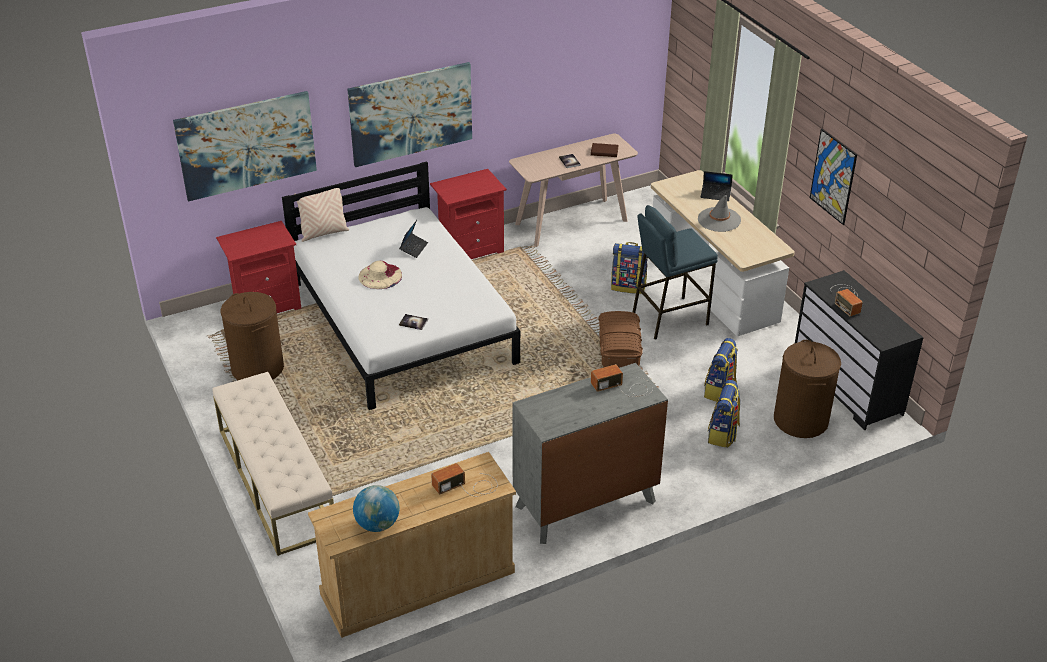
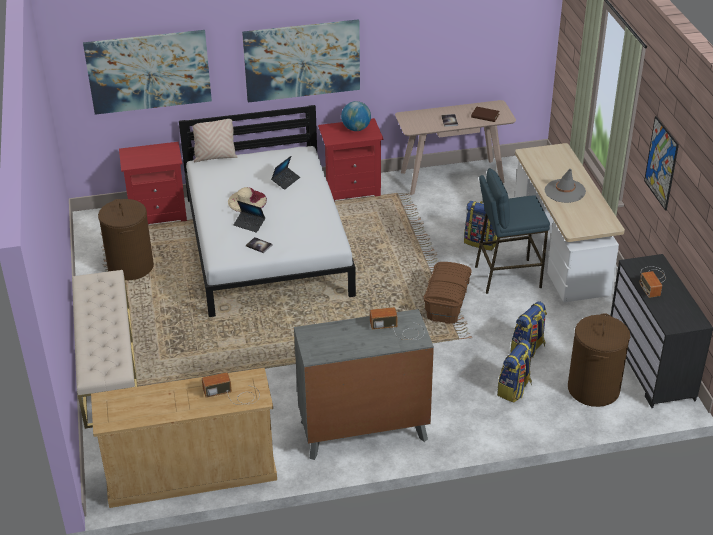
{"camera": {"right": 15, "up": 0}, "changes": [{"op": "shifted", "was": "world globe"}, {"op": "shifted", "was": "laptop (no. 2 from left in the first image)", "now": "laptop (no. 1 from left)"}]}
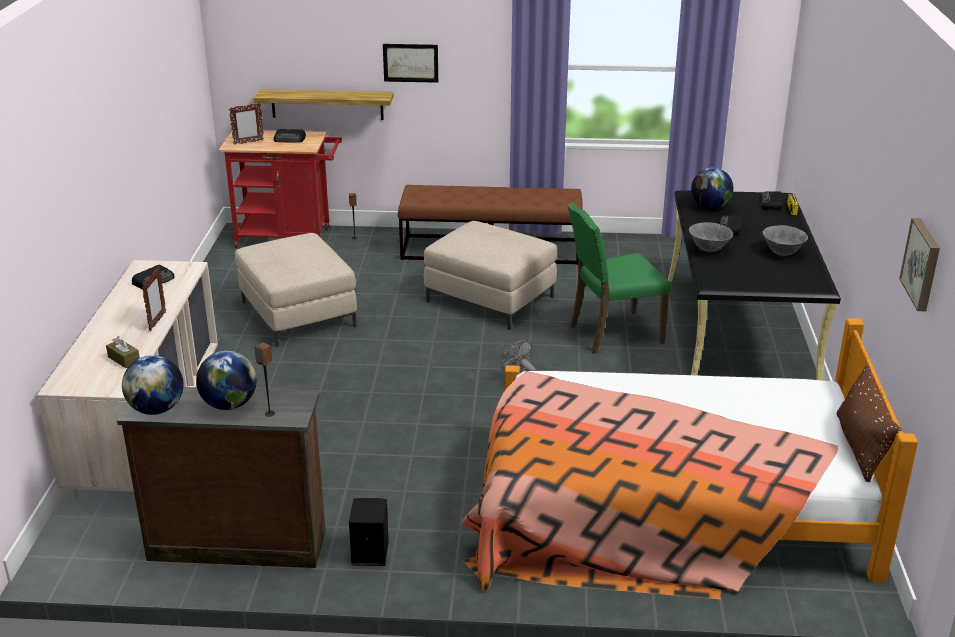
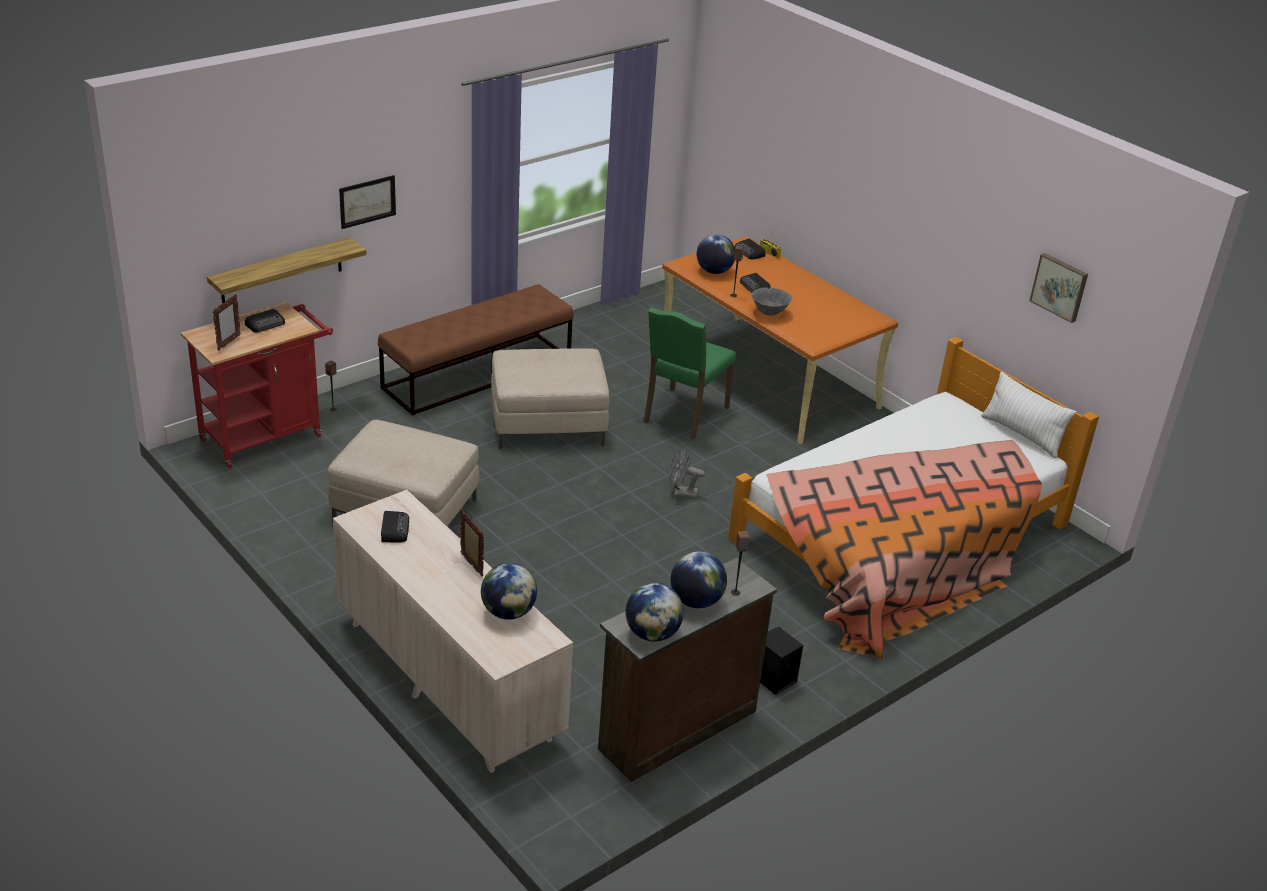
{"camera": {"right": -45, "up": 5}, "changes": [{"op": "gone", "was": "deep dish/greyish (no. 2 from left)"}, {"op": "swapped", "was": "tissue box/brownish", "now": "world globe (no. 1 from left)"}, {"op": "repainted", "was": "desk table/black-coloured", "now": "desk table/orange-coloured"}, {"op": "repainted", "was": "throw pillow/brownish", "now": "throw pillow/white-coloured"}]}
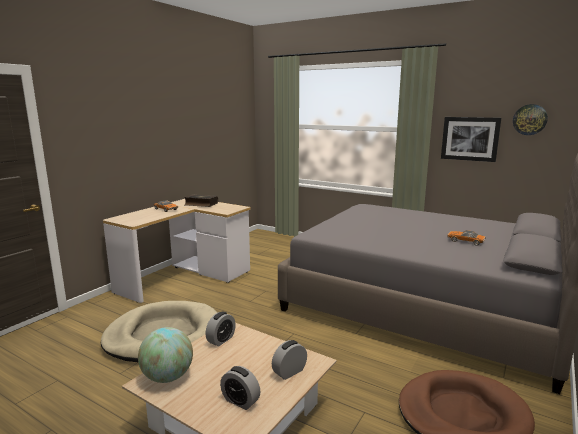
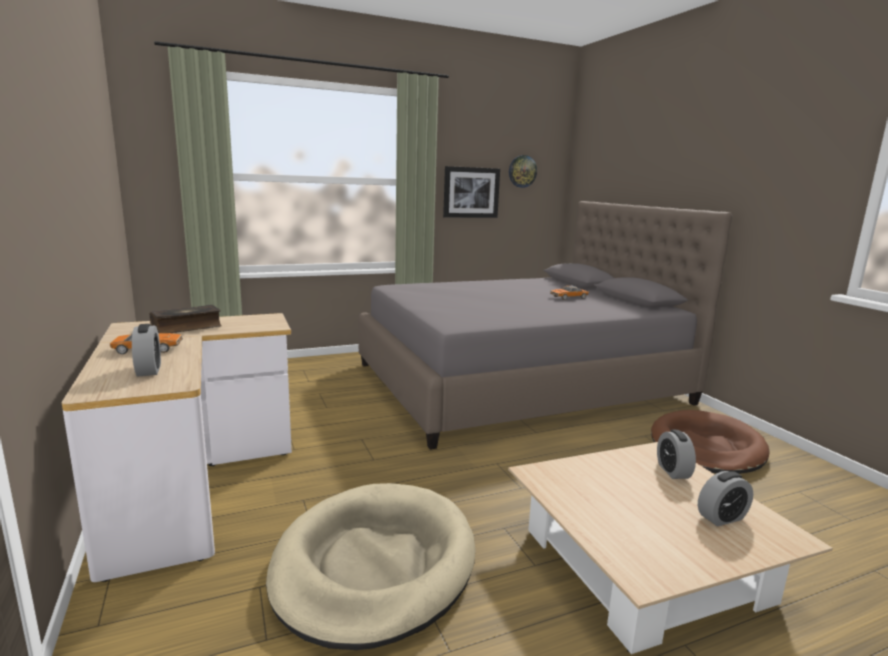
{"camera": {"right": -55, "up": 0}, "changes": [{"op": "gone", "was": "world globe"}, {"op": "shifted", "was": "alarm clock (no. 1 from left)"}]}
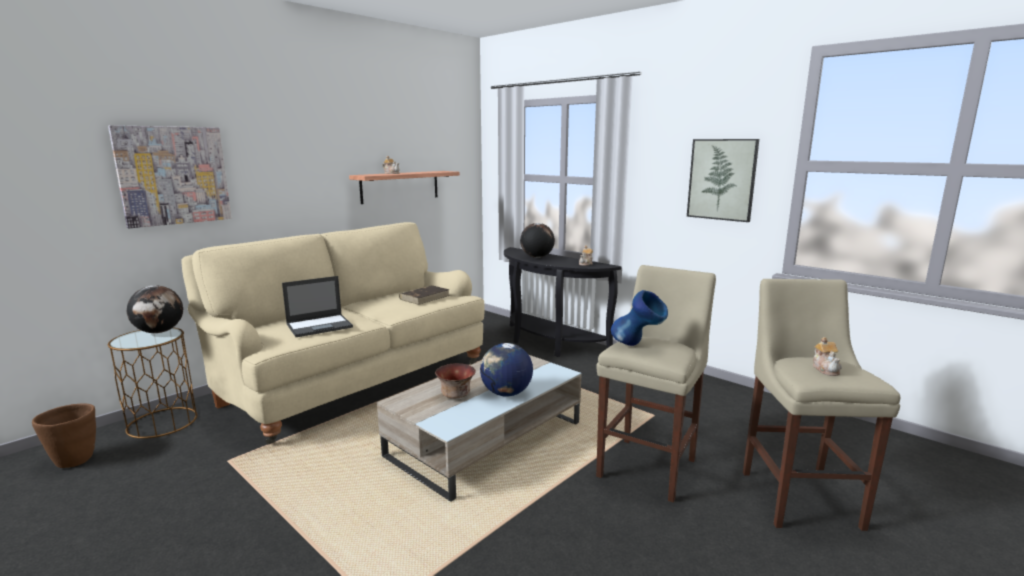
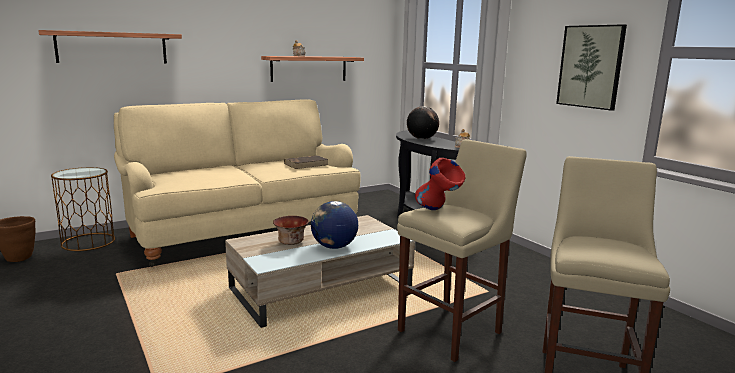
{"camera": {"right": 15, "up": 0}, "changes": [{"op": "gone", "was": "world globe (no. 1 from left)"}, {"op": "gone", "was": "laptop"}, {"op": "gone", "was": "teapot (no. 3 from left)"}, {"op": "swapped", "was": "wall art (no. 1 from left)", "now": "bracket shelf (no. 1 from left)"}, {"op": "repainted", "was": "vase/blue", "now": "vase/reddish"}]}
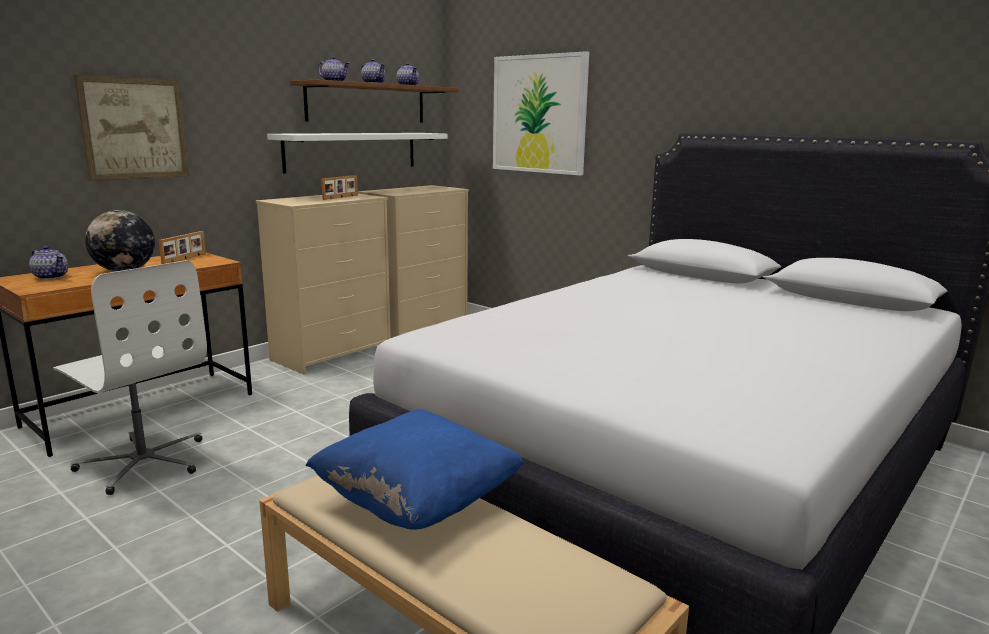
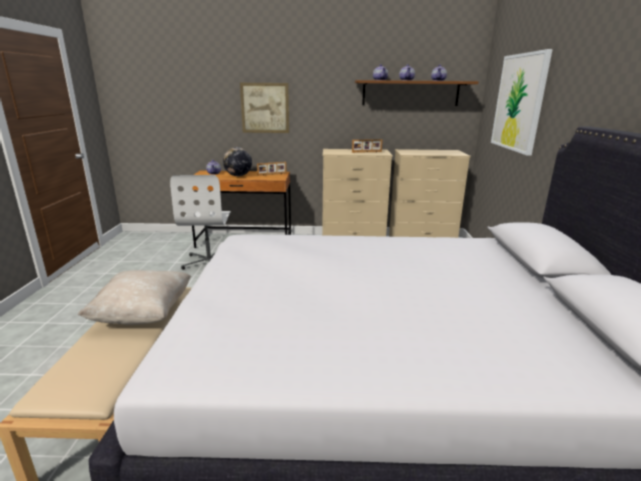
{"camera": {"right": 50, "up": 5}, "changes": [{"op": "gone", "was": "bracket shelf/white-coloured"}, {"op": "repainted", "was": "throw pillow/blue", "now": "throw pillow/sand-coloured"}]}
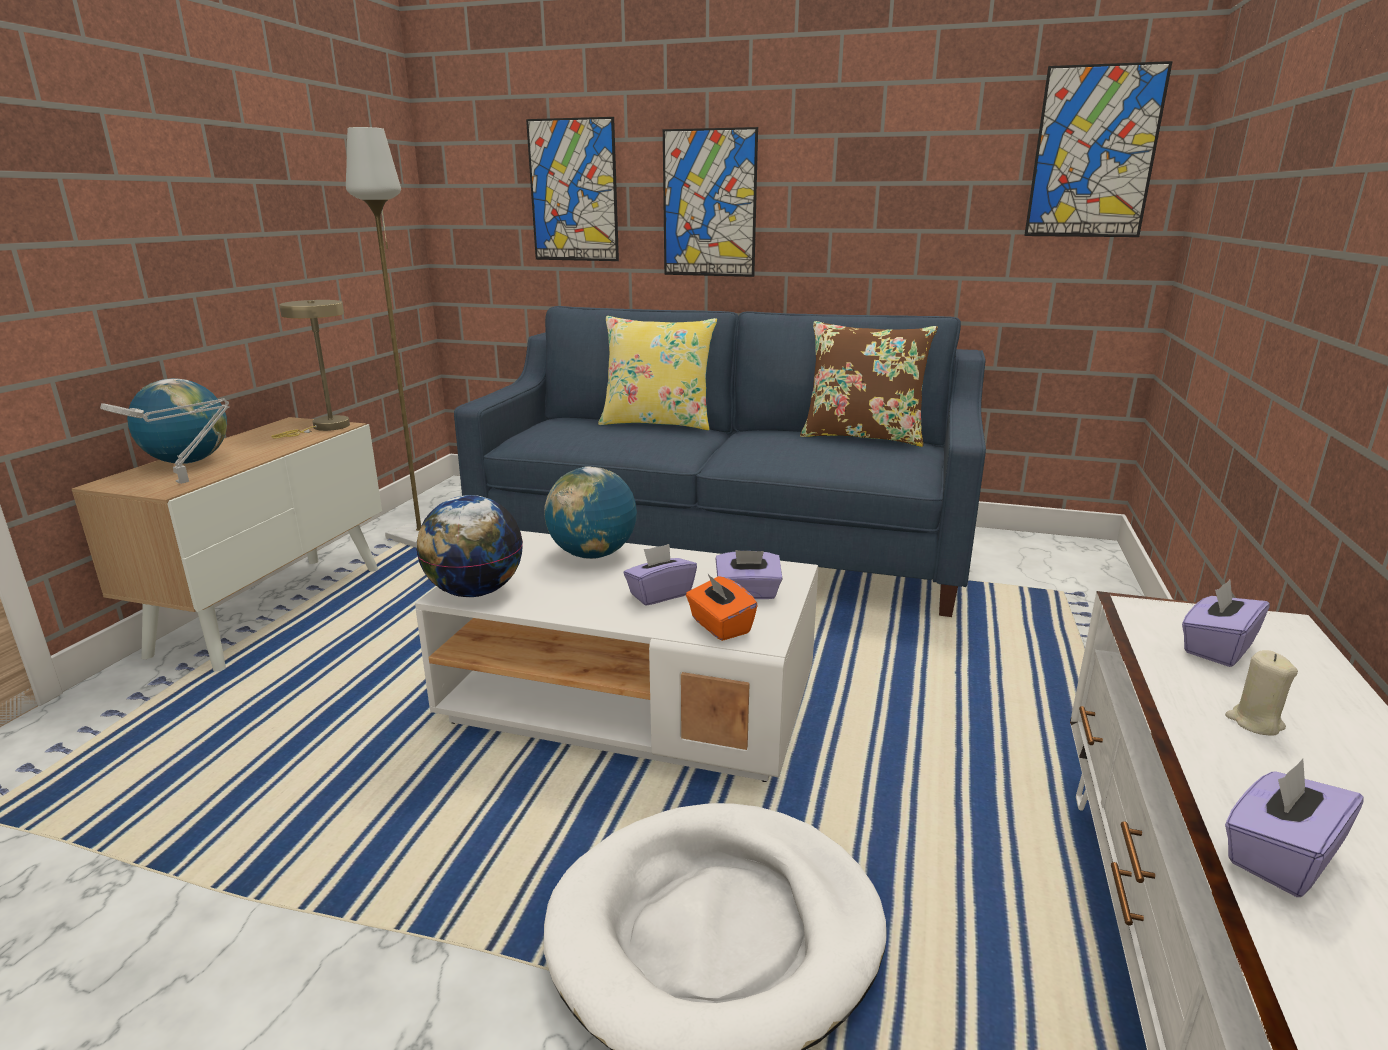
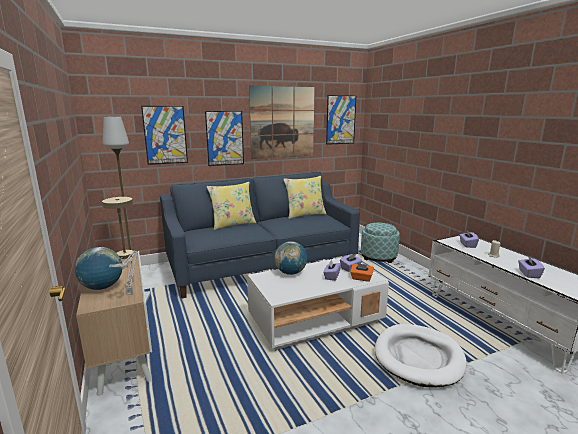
{"camera": {"right": -40, "up": -5}, "changes": [{"op": "gone", "was": "world globe (no. 2 from left)"}, {"op": "new", "now": "wall art (no. 3 from left)"}, {"op": "new", "now": "ottoman"}, {"op": "repainted", "was": "throw pillow/brownish", "now": "throw pillow/yellowish (no. 2 from left)"}]}
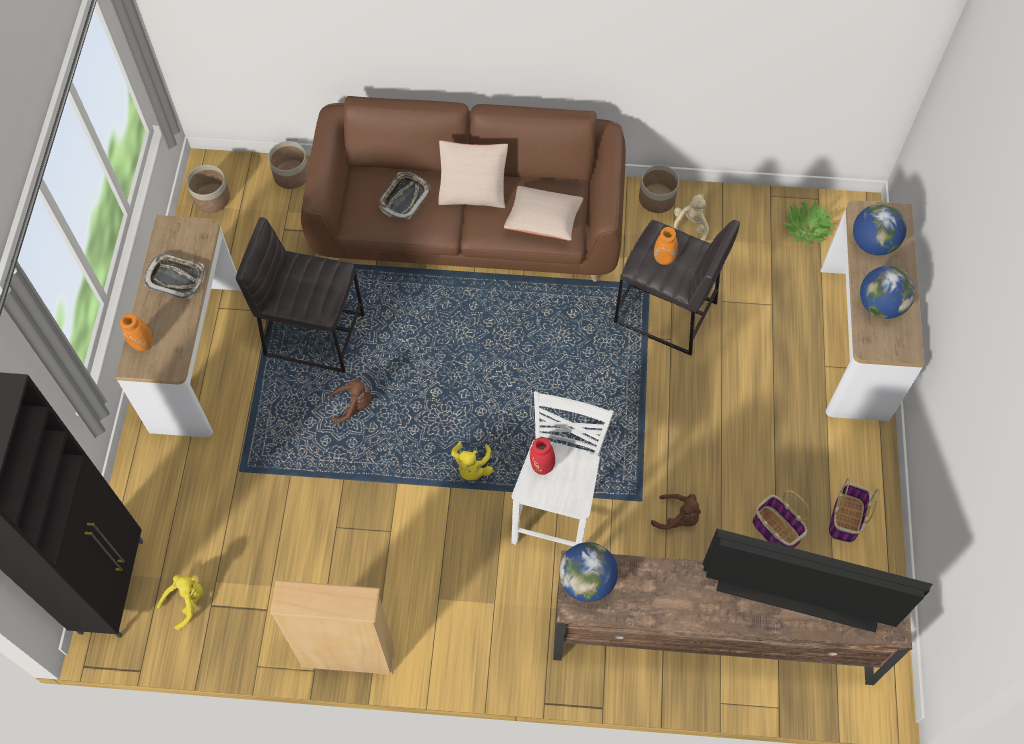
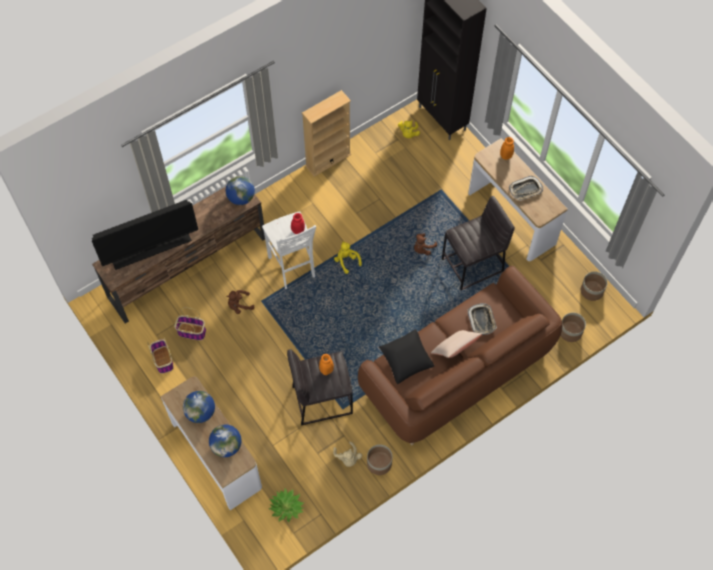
{"camera": {"right": 140, "up": 0}, "changes": [{"op": "repainted", "was": "throw pillow/sand-coloured (no. 2 from left)", "now": "throw pillow/black-coloured"}]}
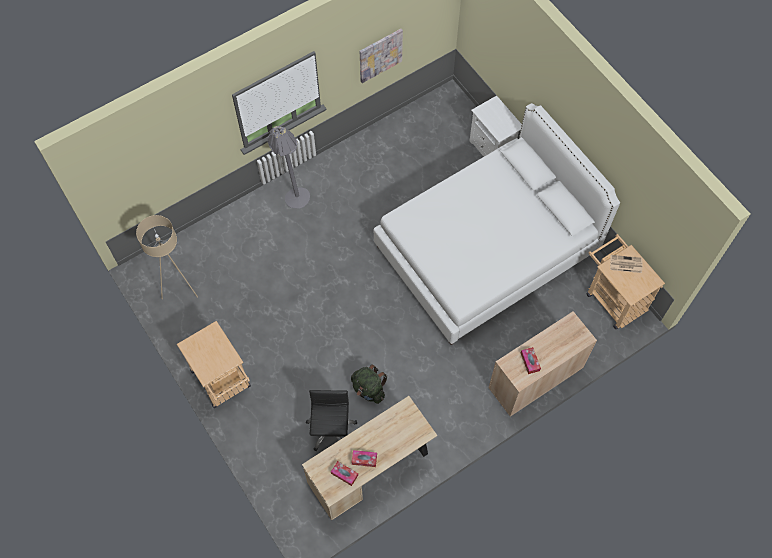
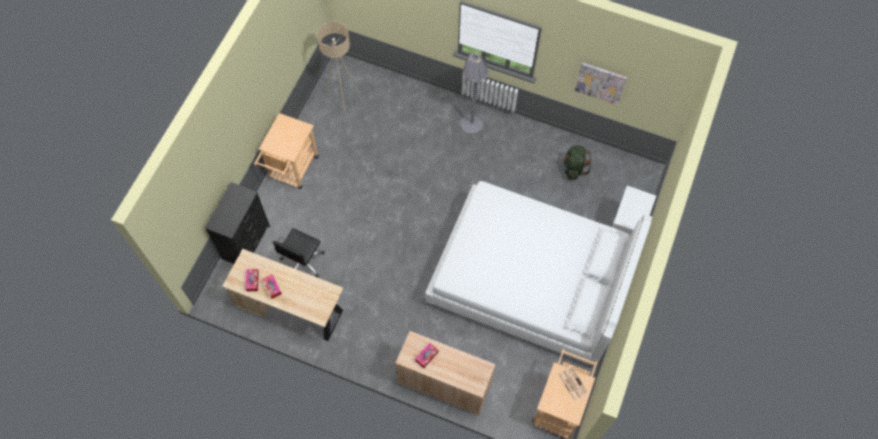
{"camera": {"right": 55, "up": 0}, "changes": [{"op": "new", "now": "drawer chest/black-coloured"}, {"op": "shifted", "was": "backpack/green-coloured"}, {"op": "rotated", "was": "office chair/black-coloured", "clockwise": 150}]}
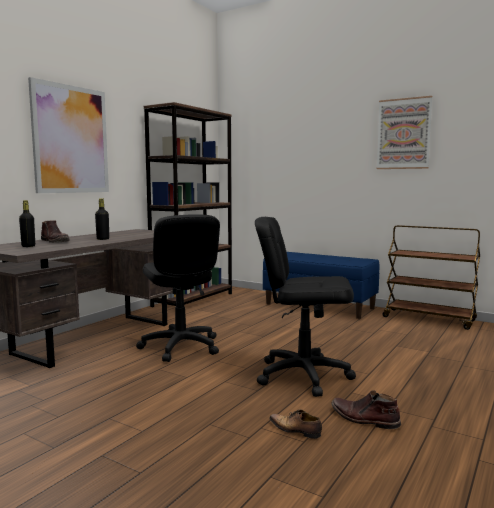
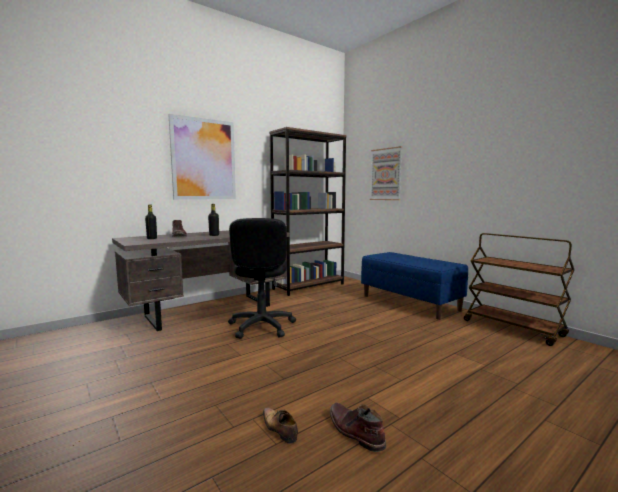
{"camera": {"right": 20, "up": 0}, "changes": [{"op": "gone", "was": "office chair/black-coloured (no. 2 from left)"}, {"op": "shifted", "was": "wall art (no. 2 from left)"}]}
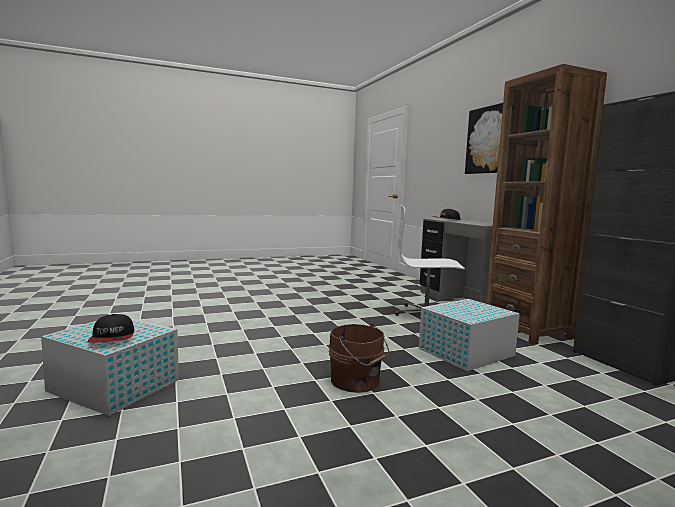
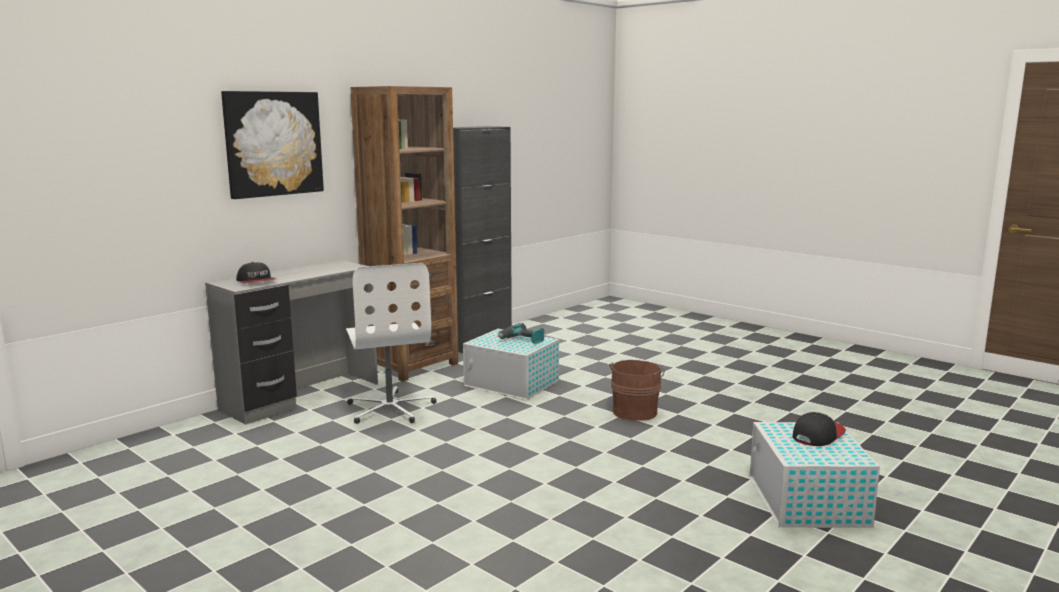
{"camera": {"right": -115, "up": 5}, "changes": [{"op": "new", "now": "power drill"}]}
